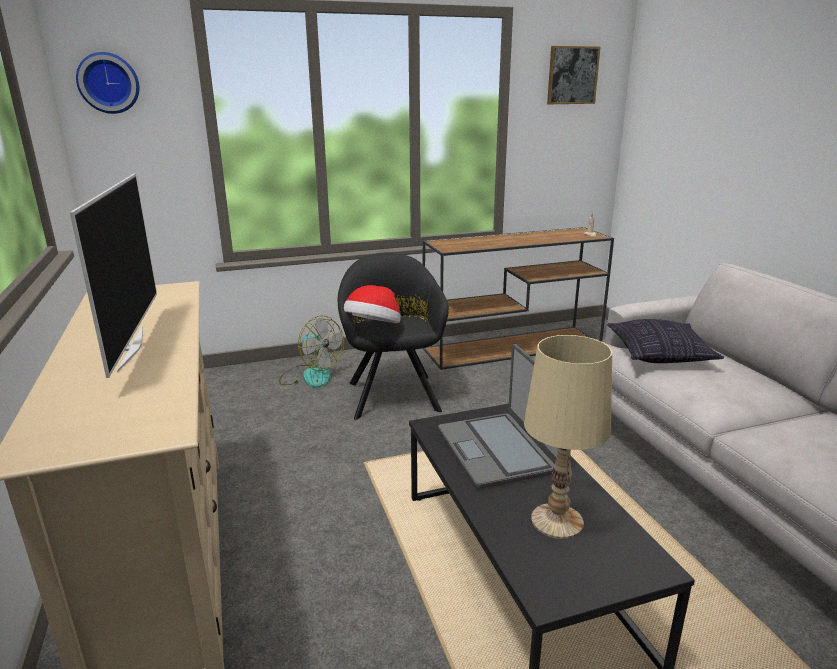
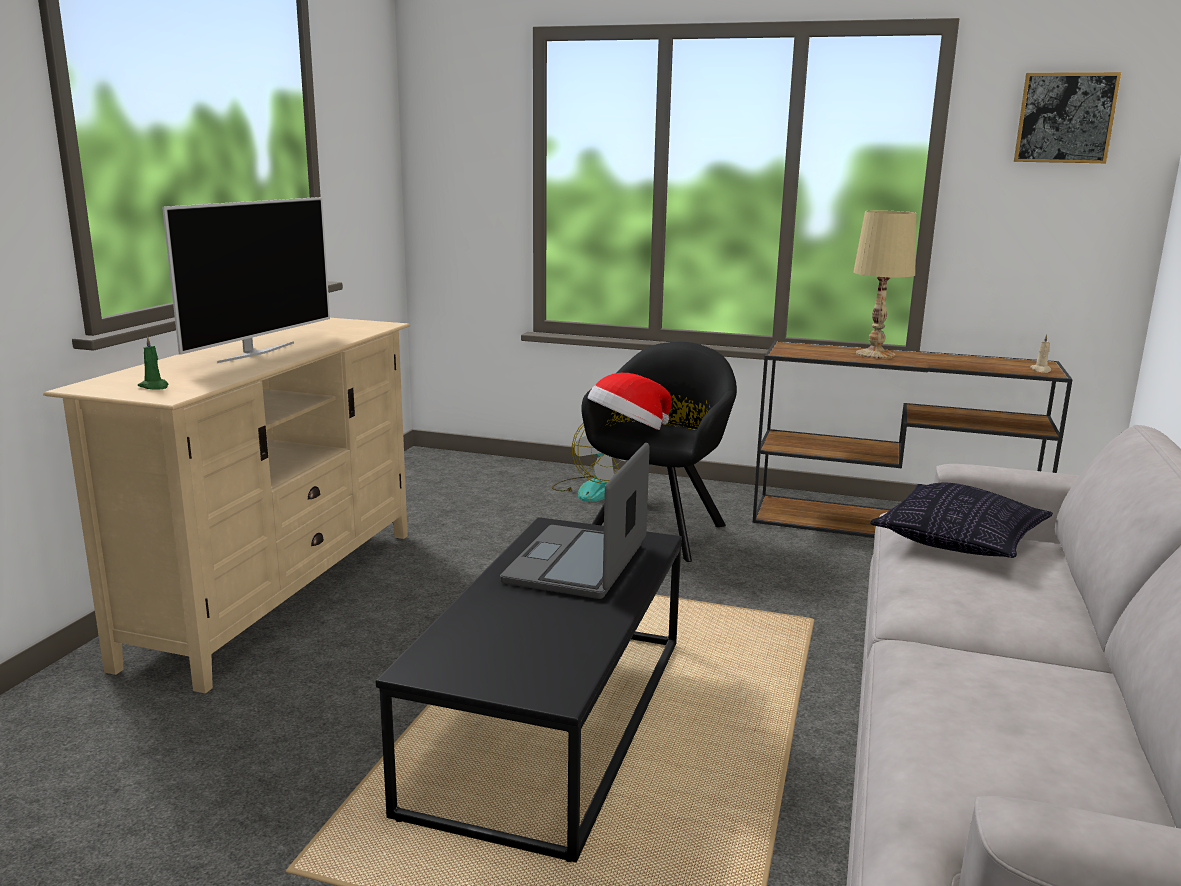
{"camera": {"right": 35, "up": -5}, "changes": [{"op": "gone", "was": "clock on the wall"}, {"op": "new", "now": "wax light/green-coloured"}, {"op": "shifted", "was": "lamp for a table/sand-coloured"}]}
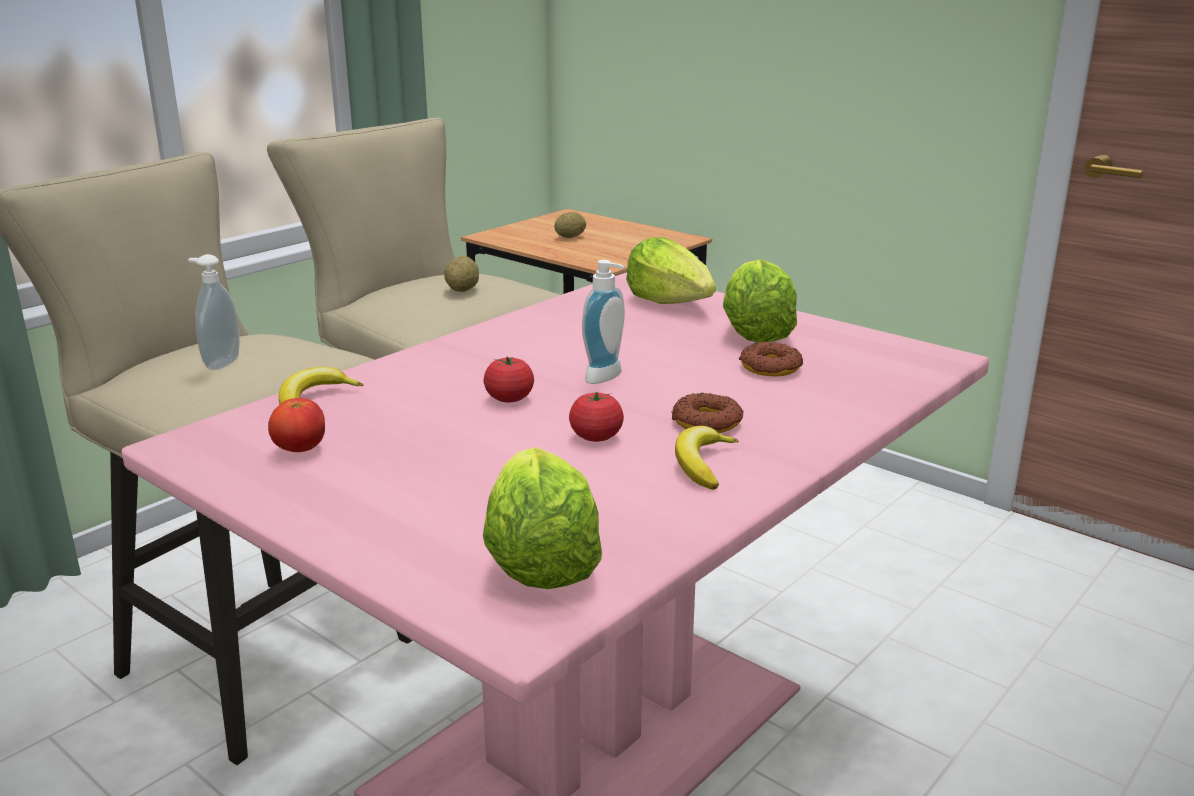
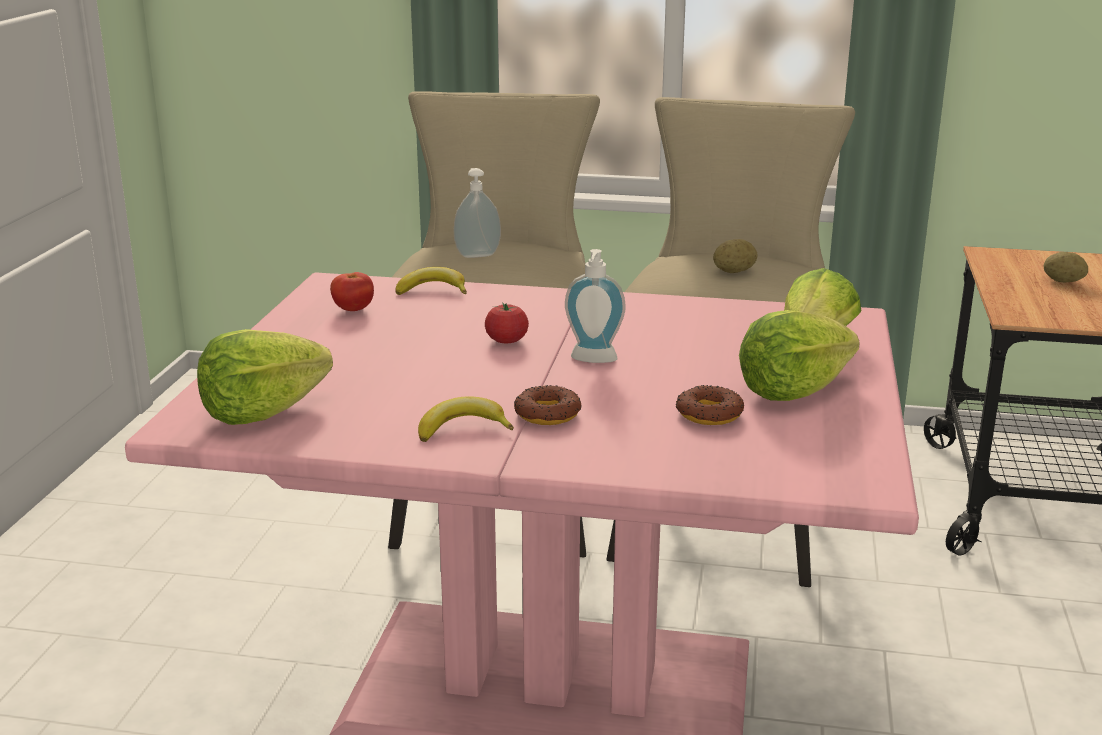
{"camera": {"right": 60, "up": 0}, "changes": [{"op": "gone", "was": "whole tomato (no. 3 from left)"}]}
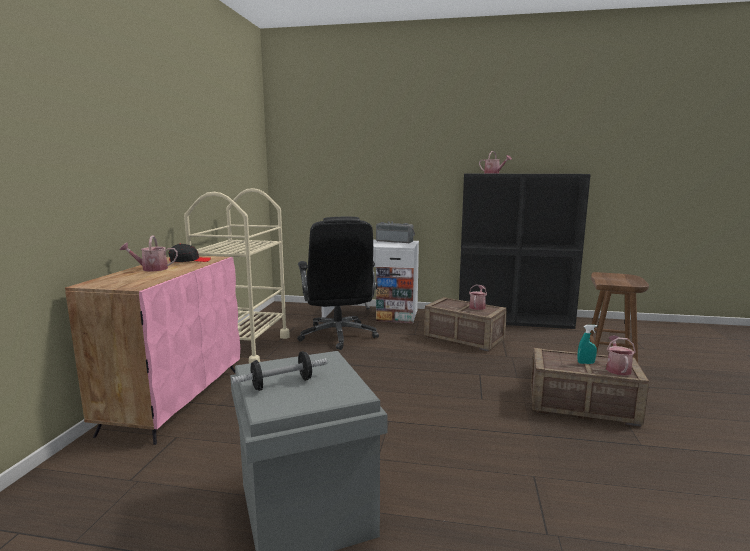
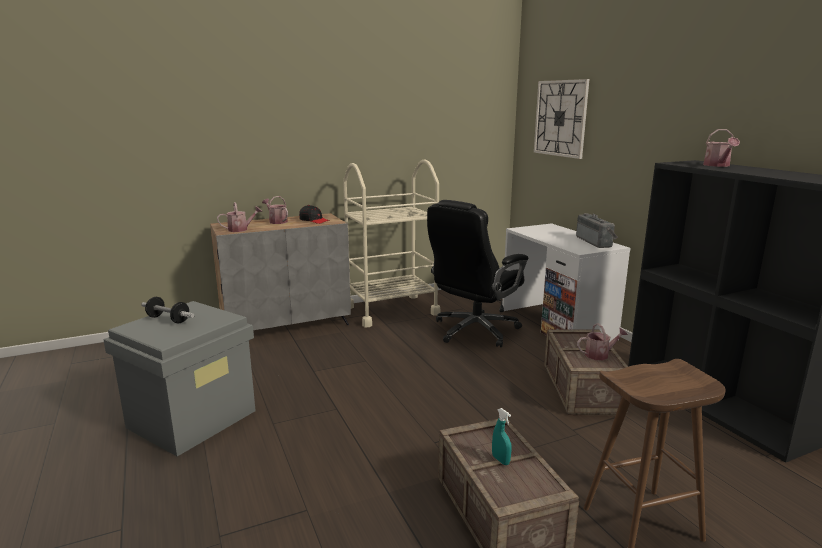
{"camera": {"right": 55, "up": 5}, "changes": [{"op": "new", "now": "clock on the wall"}, {"op": "shifted", "was": "sprinkling can (no. 4 from left in the first image)", "now": "sprinkling can (no. 1 from left)"}, {"op": "repainted", "was": "cupboard/pink-coloured", "now": "cupboard/greyish"}]}
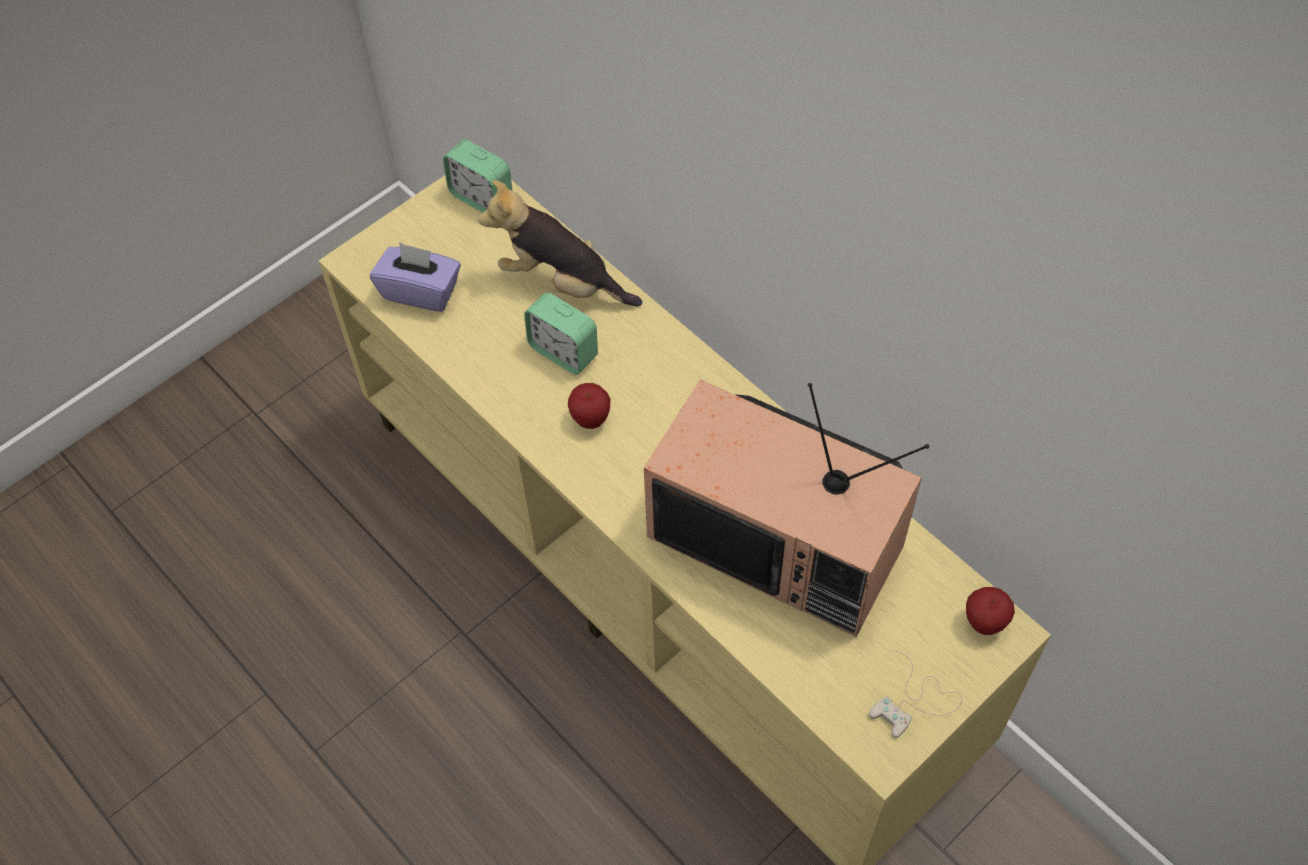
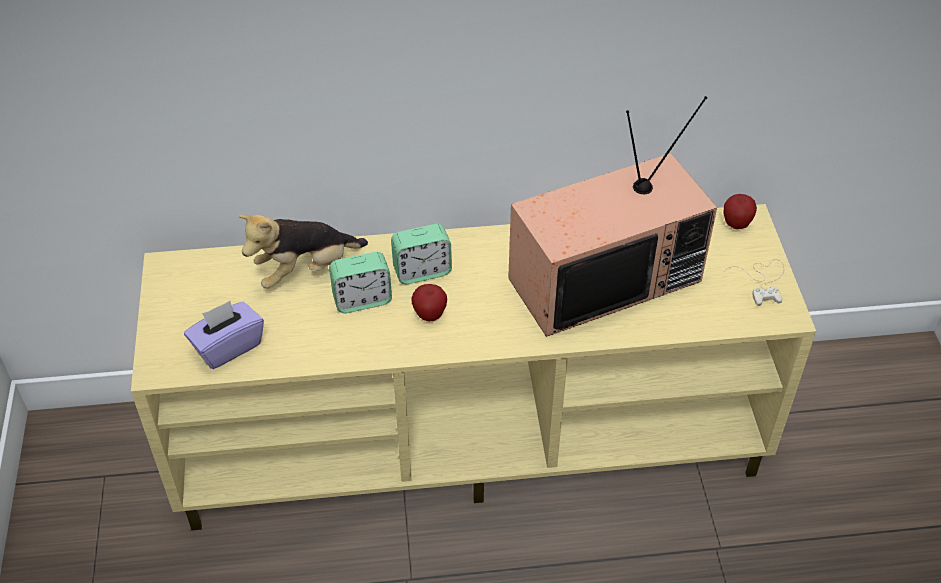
{"camera": {"right": -55, "up": -10}, "changes": [{"op": "shifted", "was": "alarm clock (no. 1 from left in the first image)", "now": "alarm clock (no. 2 from left)"}]}
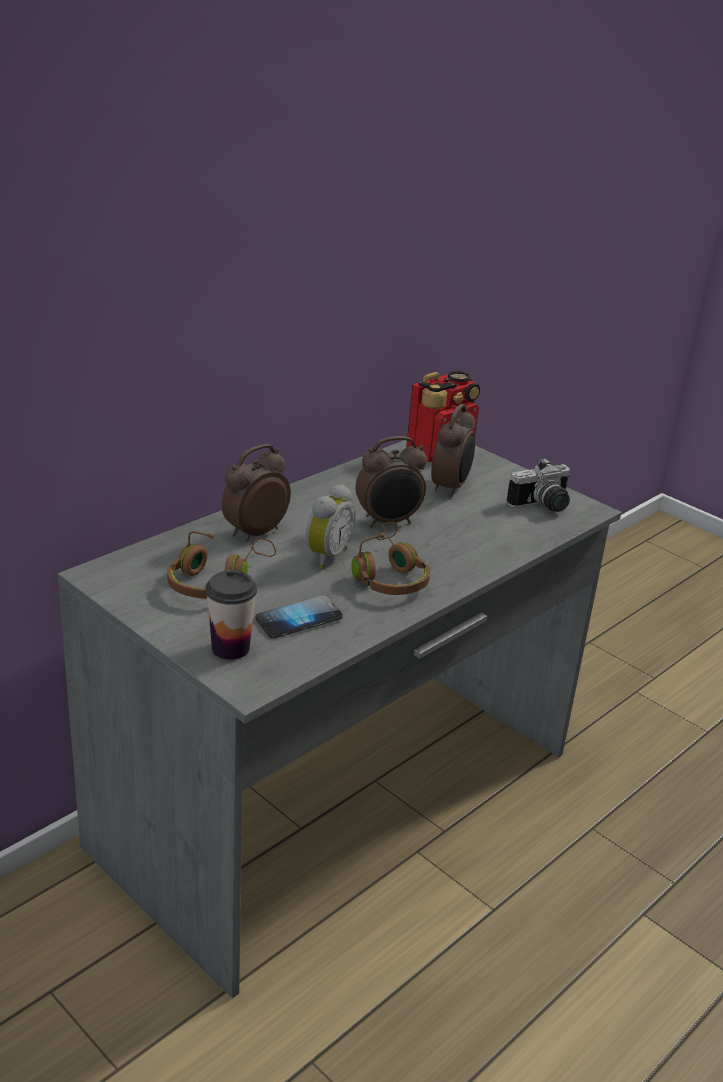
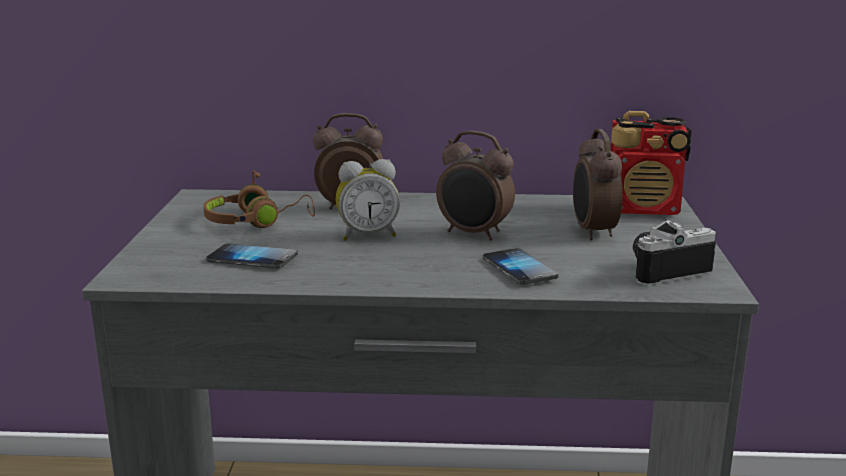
{"camera": {"right": 50, "up": -10}, "changes": [{"op": "gone", "was": "cup"}, {"op": "gone", "was": "headset/brownish (no. 2 from left)"}, {"op": "new", "now": "handset (no. 2 from left)"}, {"op": "rotated", "was": "alarm clock (no. 4 from left)", "clockwise": 105}, {"op": "rotated", "was": "still camera", "clockwise": 135}]}
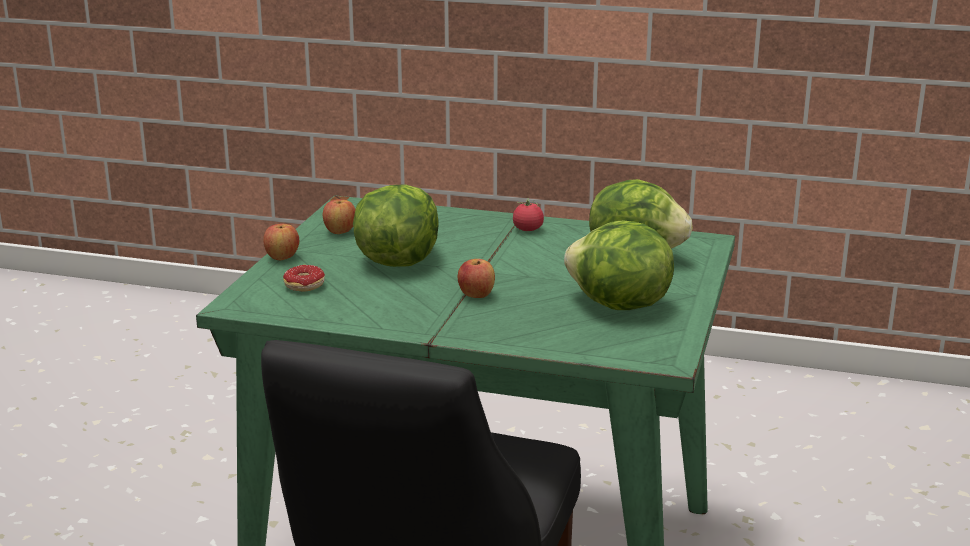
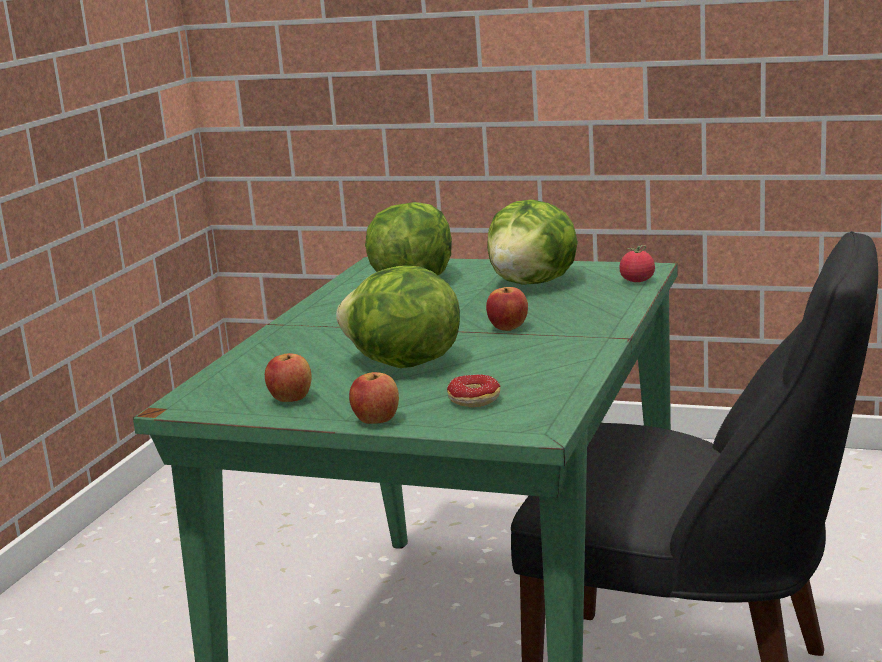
{"camera": {"right": -85, "up": -5}, "changes": [{"op": "shifted", "was": "whole tomato"}]}
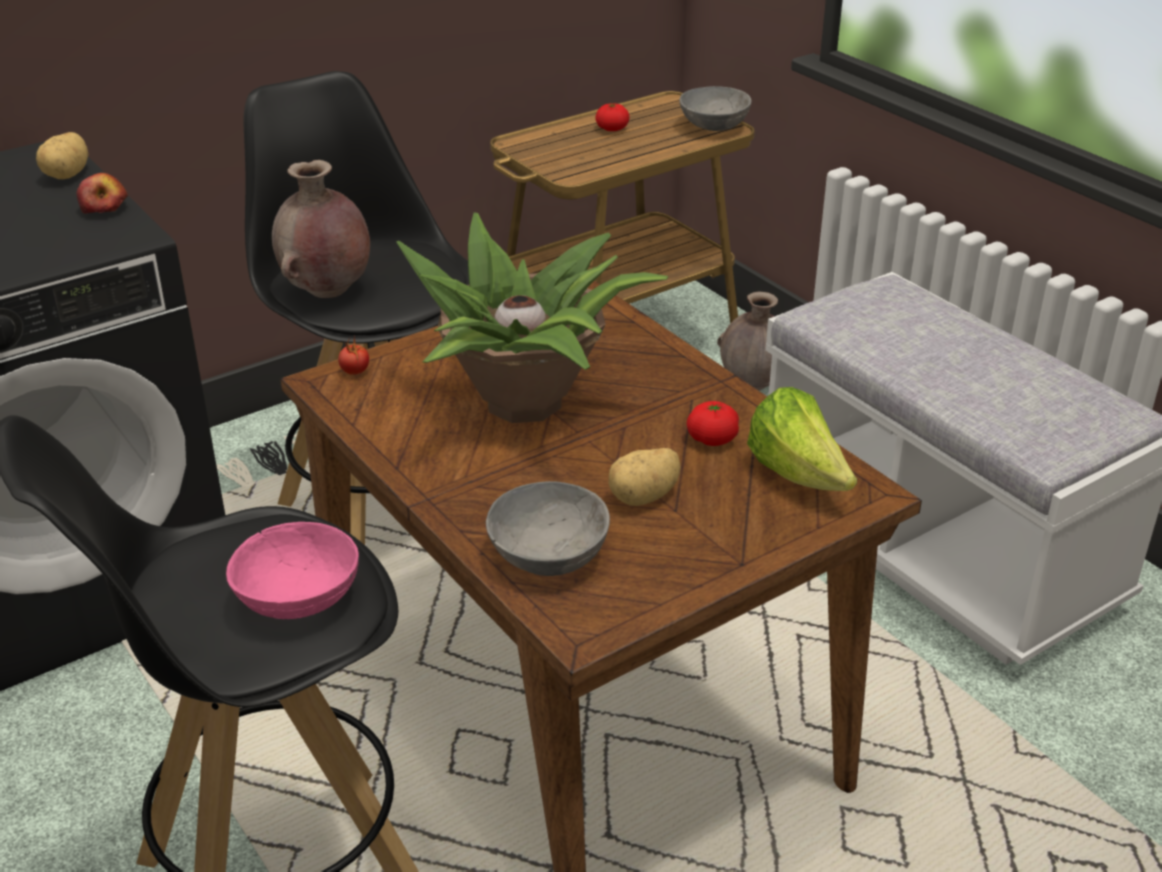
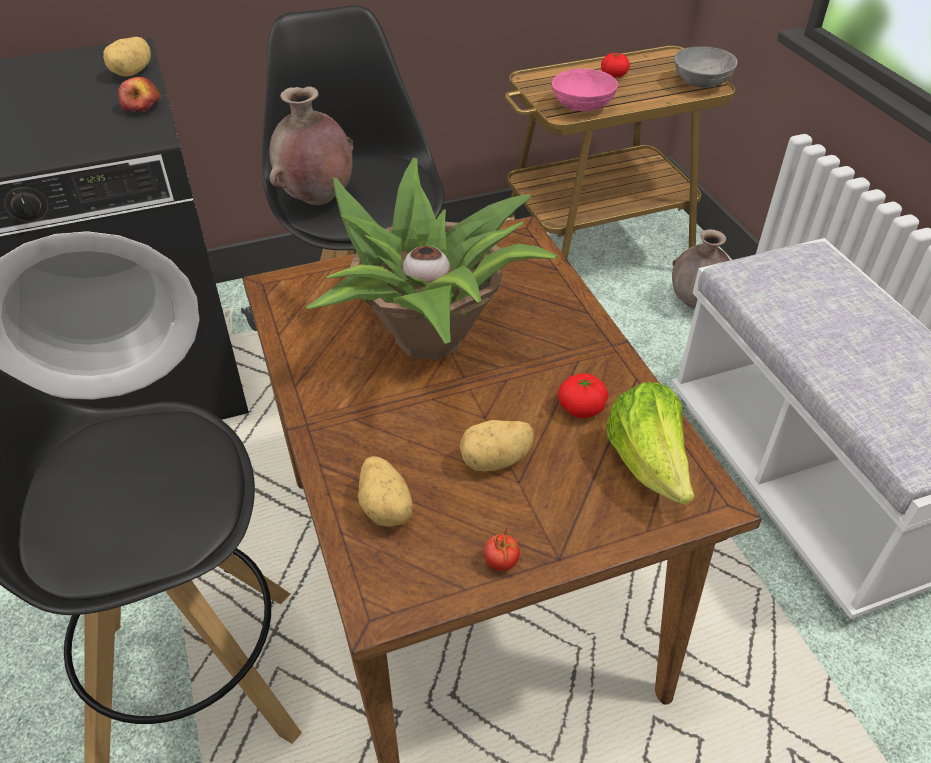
{"camera": {"right": 15, "up": 10}, "changes": [{"op": "shifted", "was": "deep dish/pink-coloured"}, {"op": "shifted", "was": "whole tomato (no. 1 from left)"}, {"op": "swapped", "was": "deep dish/greyish (no. 1 from left)", "now": "potato (no. 2 from left)"}]}
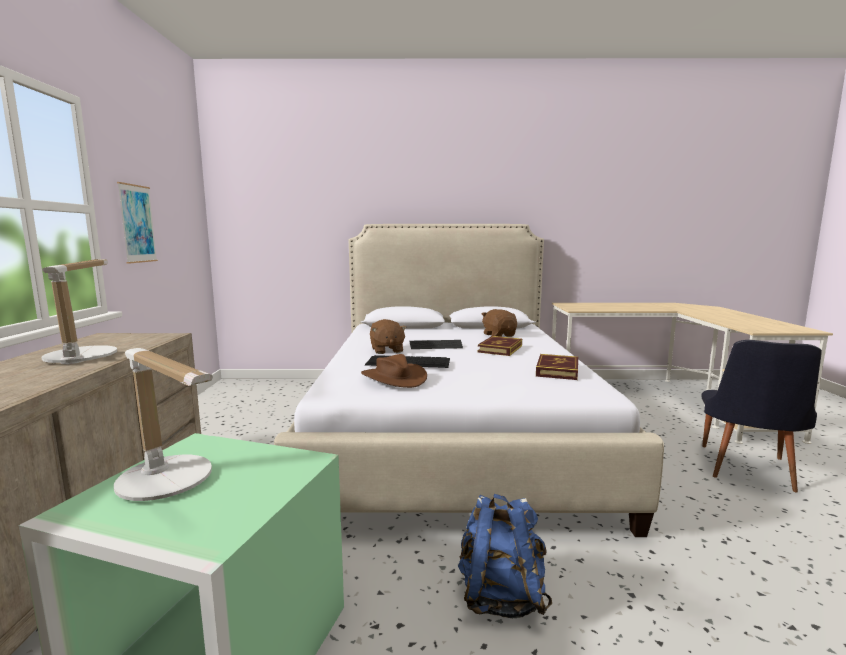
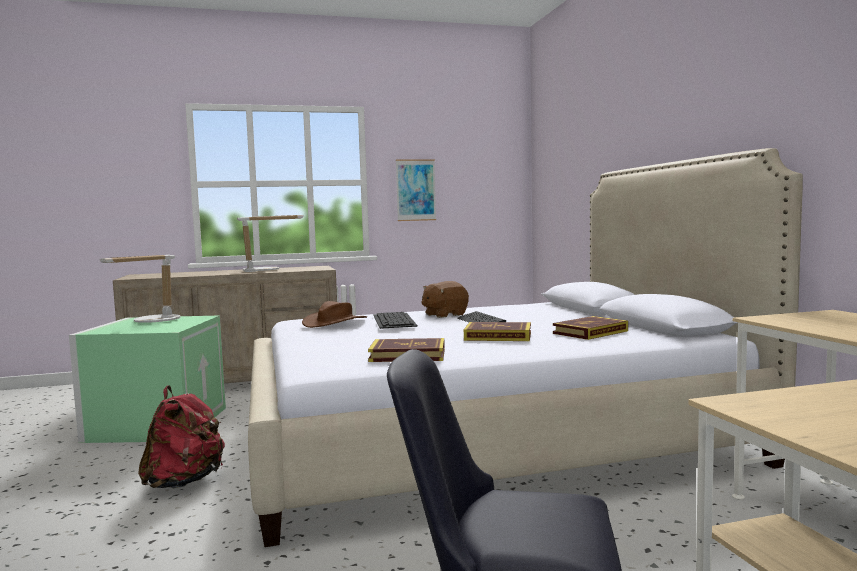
{"camera": {"right": 75, "up": -5}, "changes": [{"op": "swapped", "was": "plush toy/brownish (no. 2 from left)", "now": "bound book (no. 3 from left)"}, {"op": "repainted", "was": "backpack/blue", "now": "backpack/reddish"}]}
